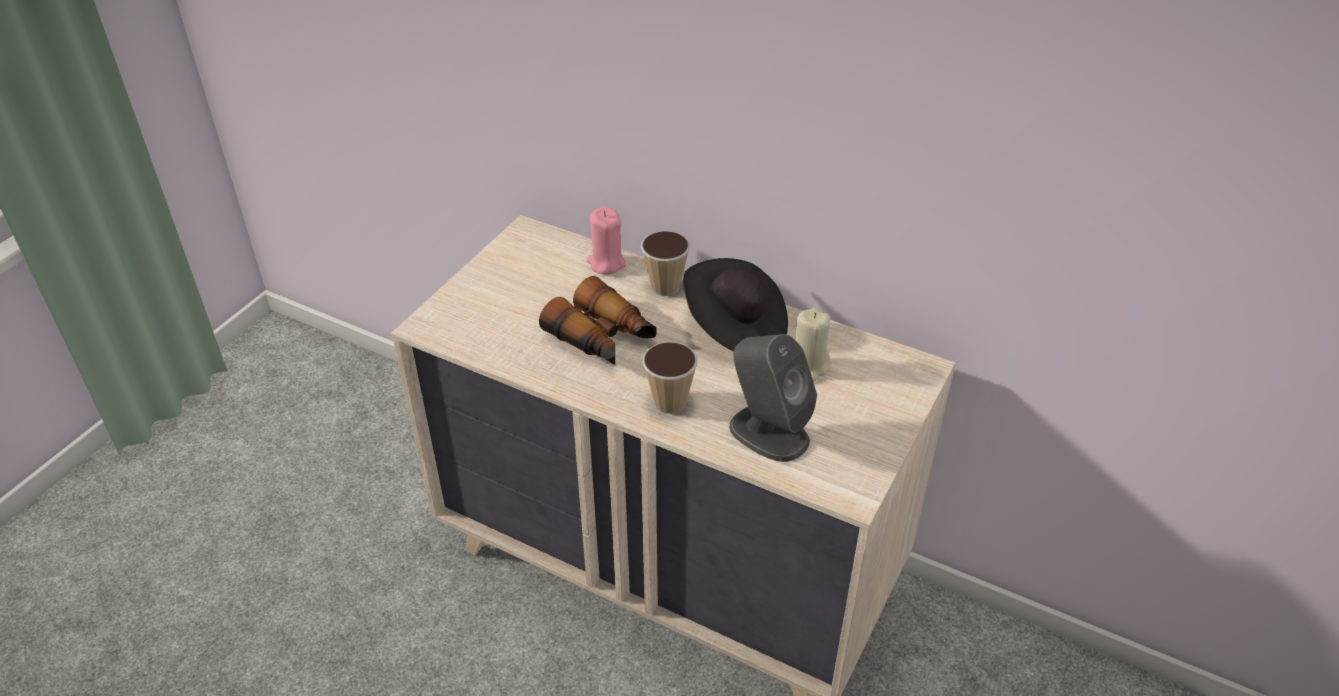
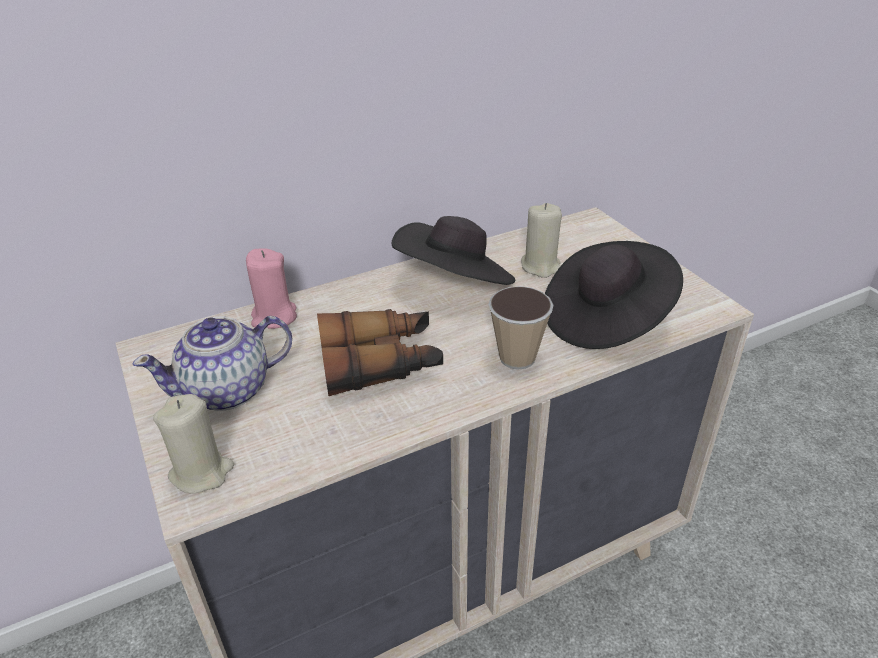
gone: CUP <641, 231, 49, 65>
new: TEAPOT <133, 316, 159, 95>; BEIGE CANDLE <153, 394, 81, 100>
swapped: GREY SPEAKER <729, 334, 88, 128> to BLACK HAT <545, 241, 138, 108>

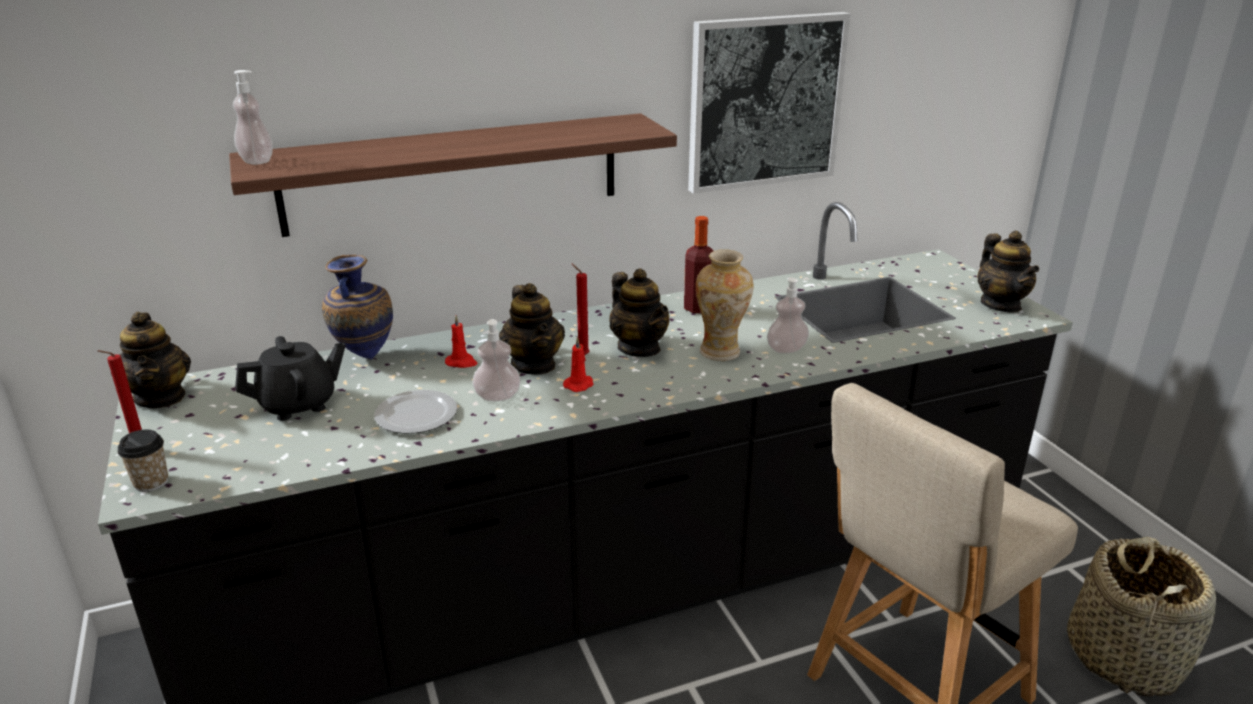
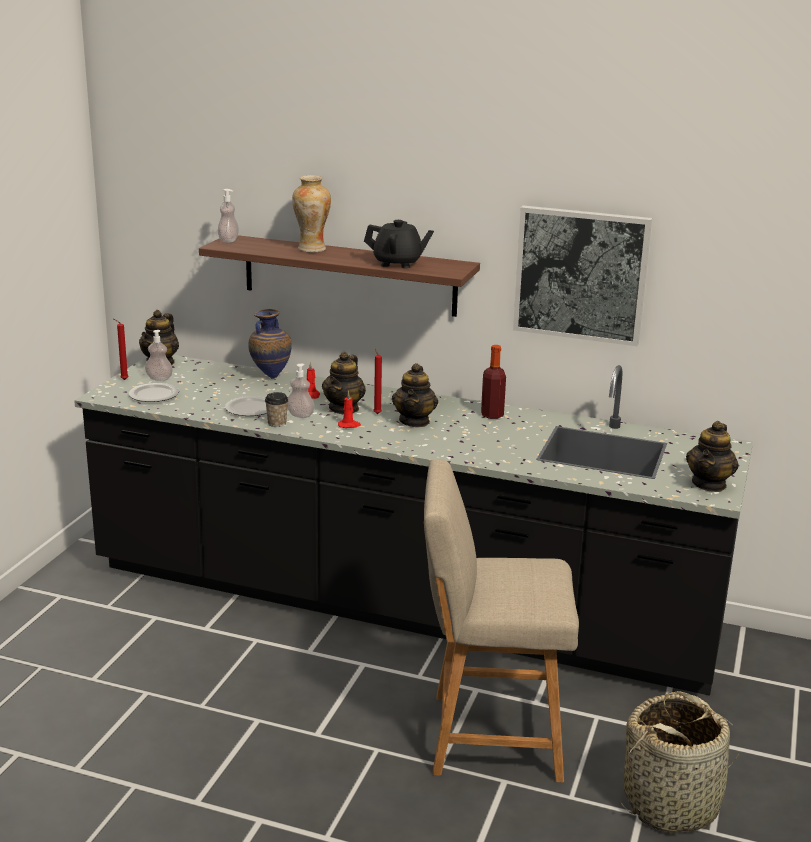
new: PLATE <129, 383, 50, 19>
shifted: CUP <118, 429, 50, 63> to <265, 392, 24, 35>; BLACK TEAPOT <235, 336, 110, 85> to <364, 220, 70, 48>; VASE <696, 249, 57, 112> to <292, 175, 39, 78>; SOAP DISPENSER <767, 277, 42, 76> to <145, 330, 28, 51>

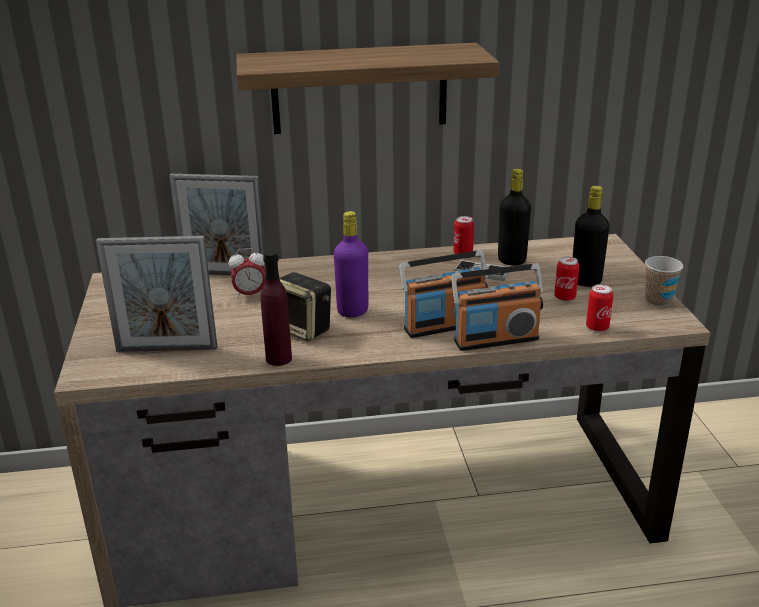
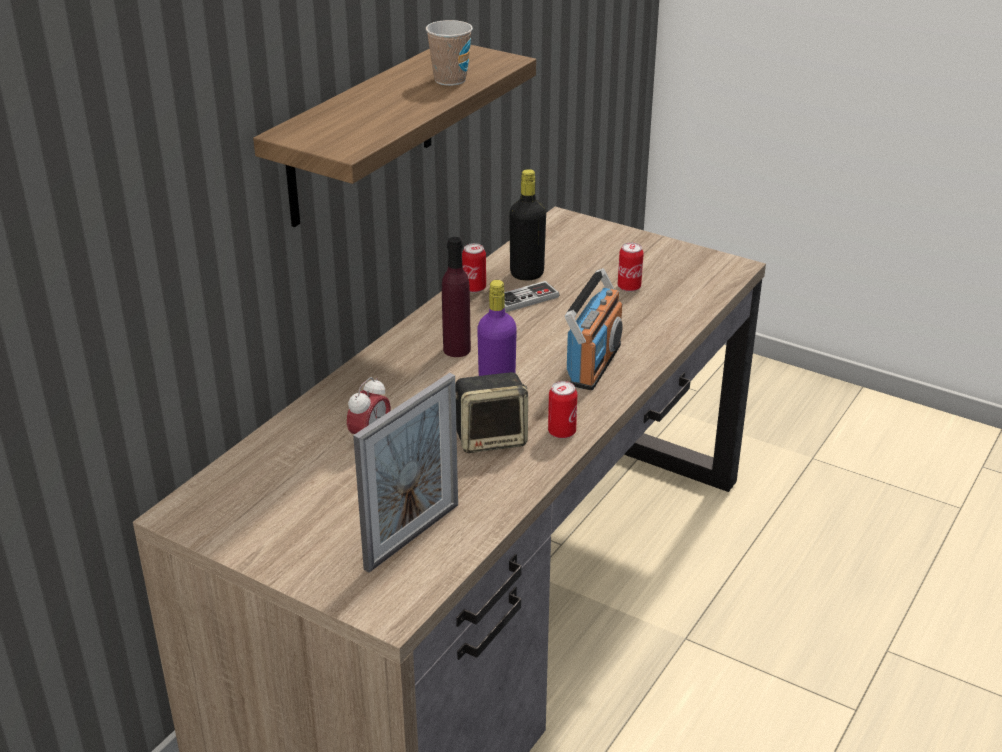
gone: PICTURE FRAME <169, 174, 97, 101>; RADIO <451, 263, 92, 88>; BLACK BOTTLE <573, 186, 37, 101>
shifted: PURPLE BOTTLE <261, 251, 31, 115> to <442, 237, 29, 120>; CAN <586, 284, 27, 48> to <548, 381, 29, 58>; CUP <645, 256, 38, 51> to <426, 20, 47, 66>

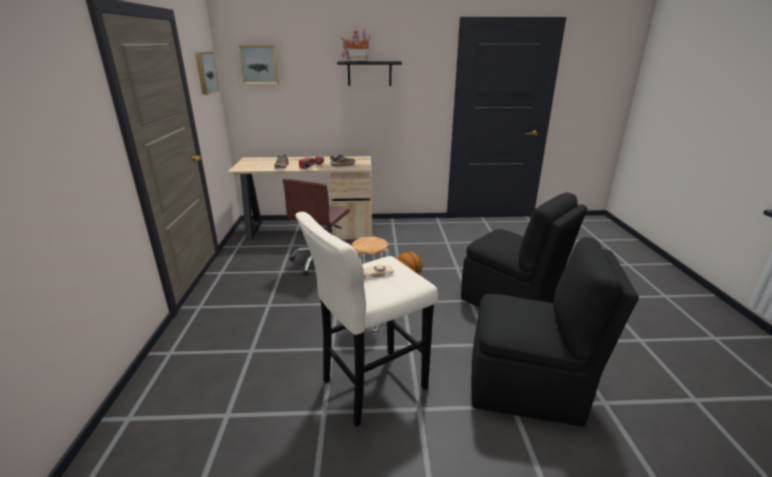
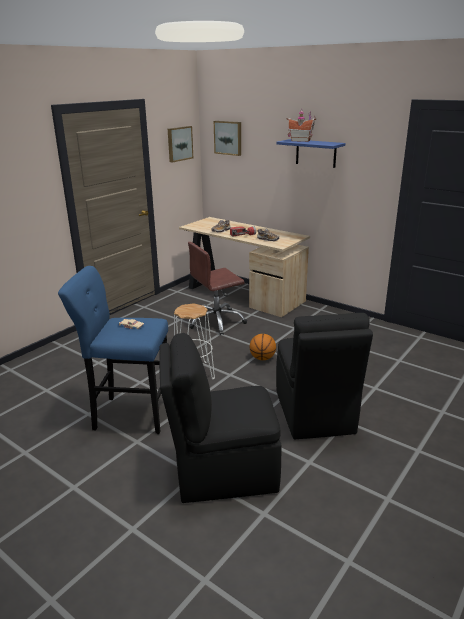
repainted: BEIGE STOOL <295, 212, 143, 215> to BLUE STOOL <58, 266, 110, 168>; BLACK SHELF <337, 61, 65, 25> to BLUE SHELF <276, 139, 70, 29>
rotated: BLACK CHAIR <472, 237, 167, 190> = <159, 333, 122, 170> 120 degrees clockwise

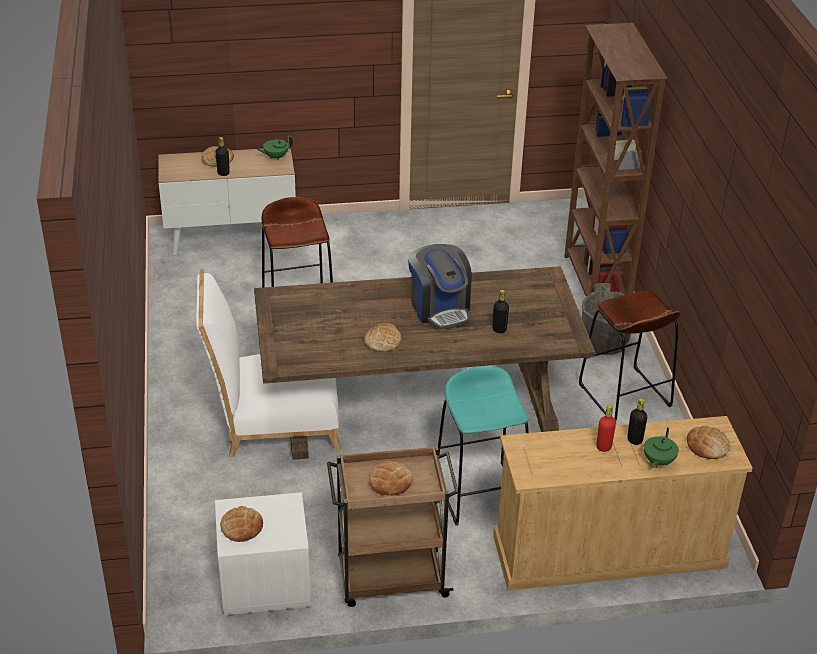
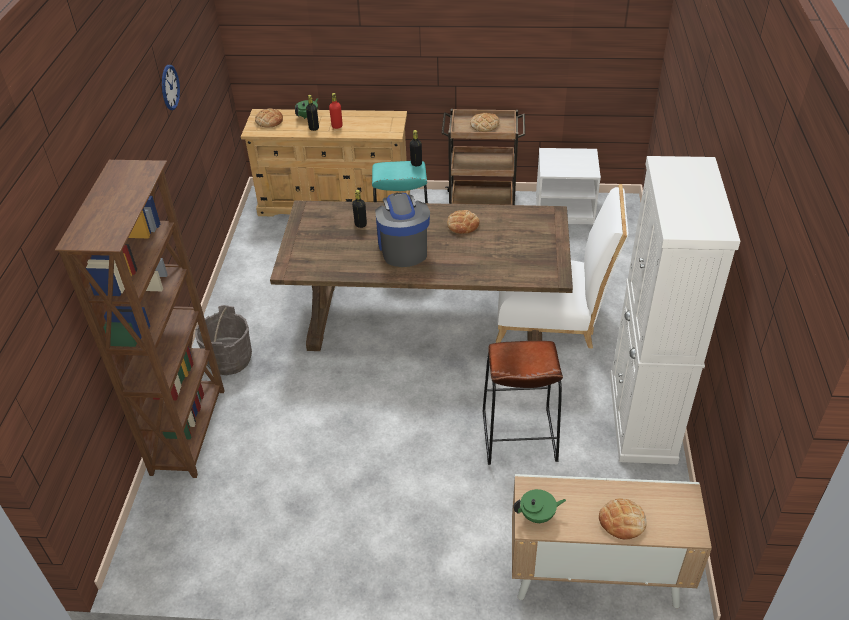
gone: BREAD <220, 506, 43, 36>; BROWN STOOL <579, 290, 102, 131>
new: WALL CLOCK <162, 65, 18, 45>; WHITE CABINET <610, 156, 130, 308>
shifted: BLACK BOTTLE <215, 137, 15, 39> to <410, 130, 12, 36>

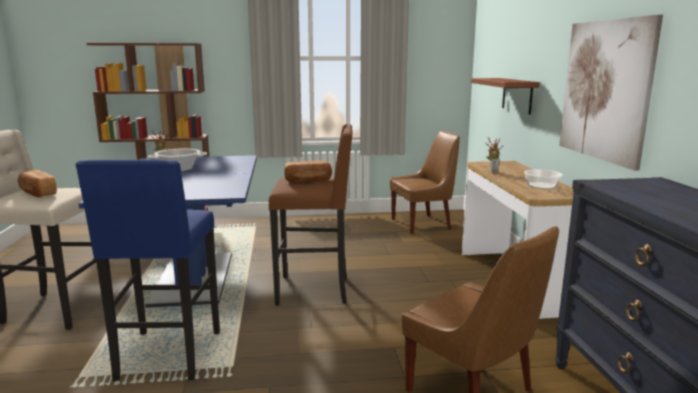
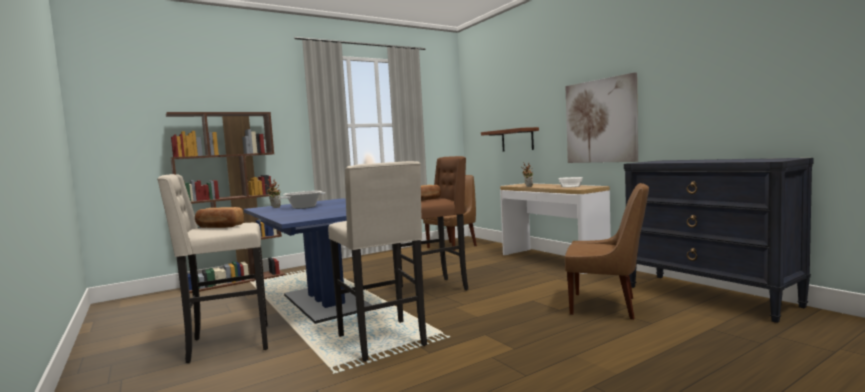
repainted: BLUE STOOL <75, 160, 145, 221> to BEIGE STOOL <328, 161, 99, 201>

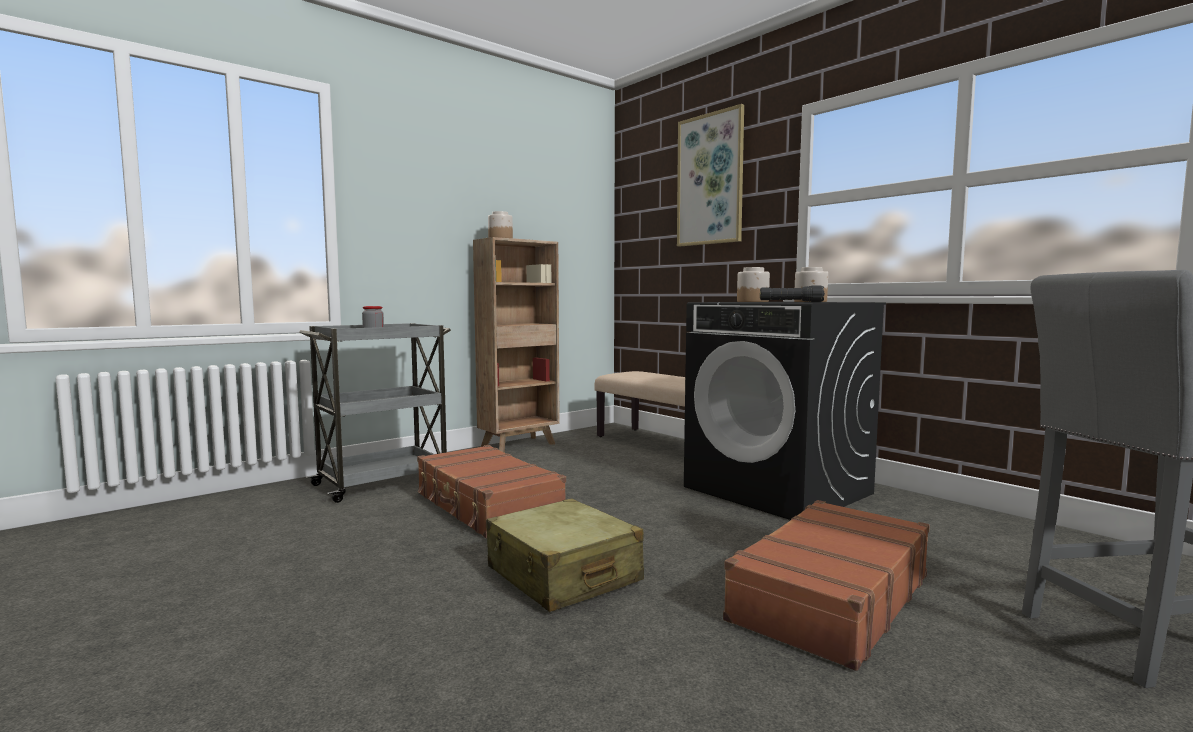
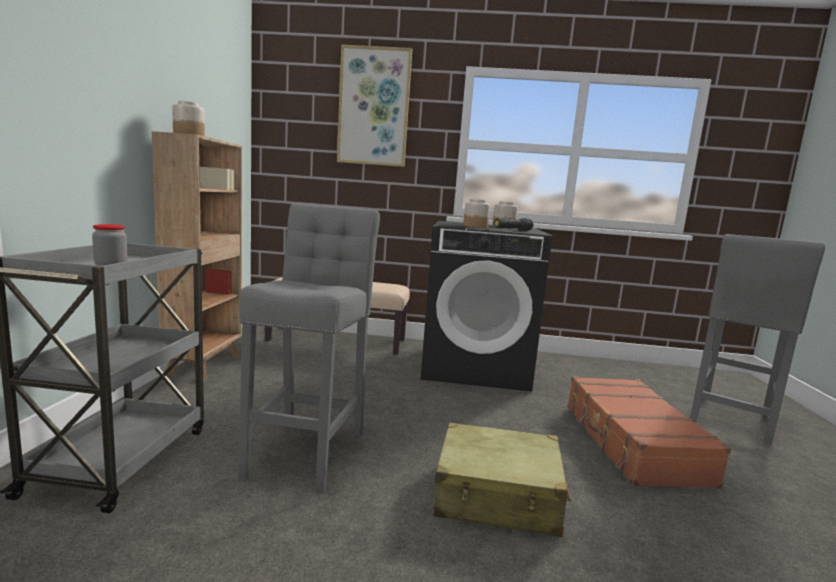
swapped: BROWN SUITCASE <417, 445, 149, 93> to GREY STOOL <238, 204, 142, 290>

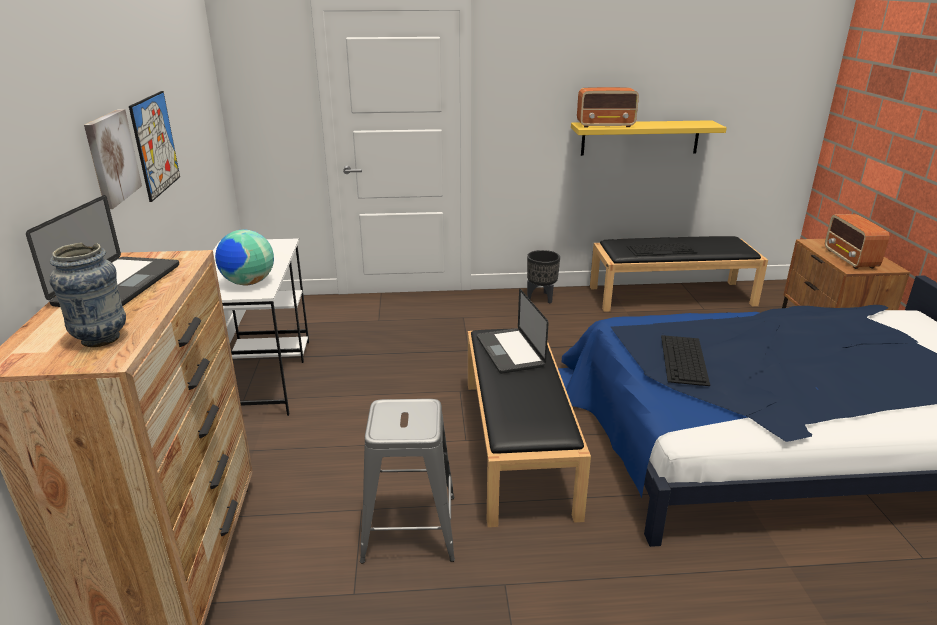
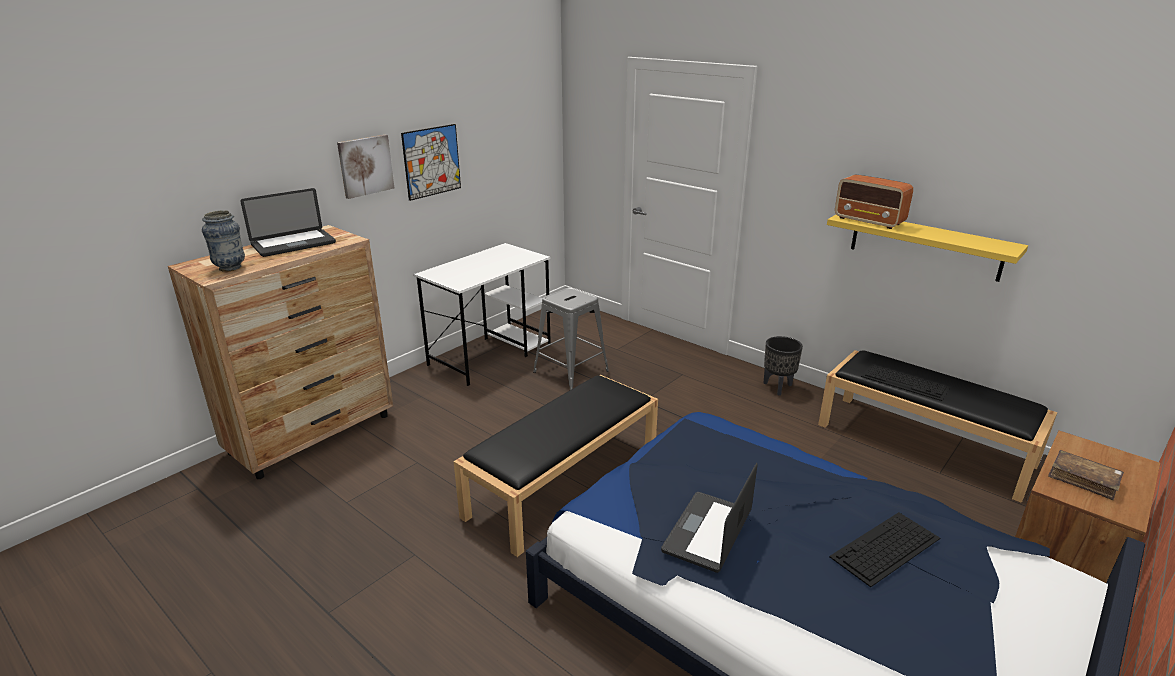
gone: GLOBE <215, 230, 59, 55>
shifted: GREY STOOL <360, 399, 95, 165> to <533, 287, 76, 103>; LAPTOP <477, 289, 72, 85> to <661, 463, 96, 110>; KEYBOARD <661, 335, 49, 51> to <829, 512, 111, 75>
swapped: RADIO <825, 214, 65, 55> to BROWN BOOK <1048, 450, 76, 50>

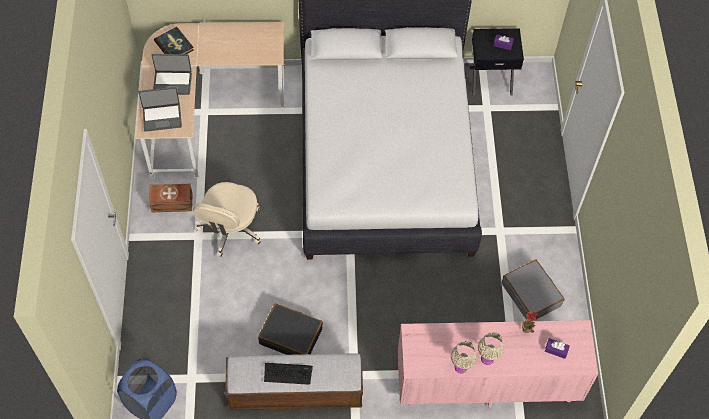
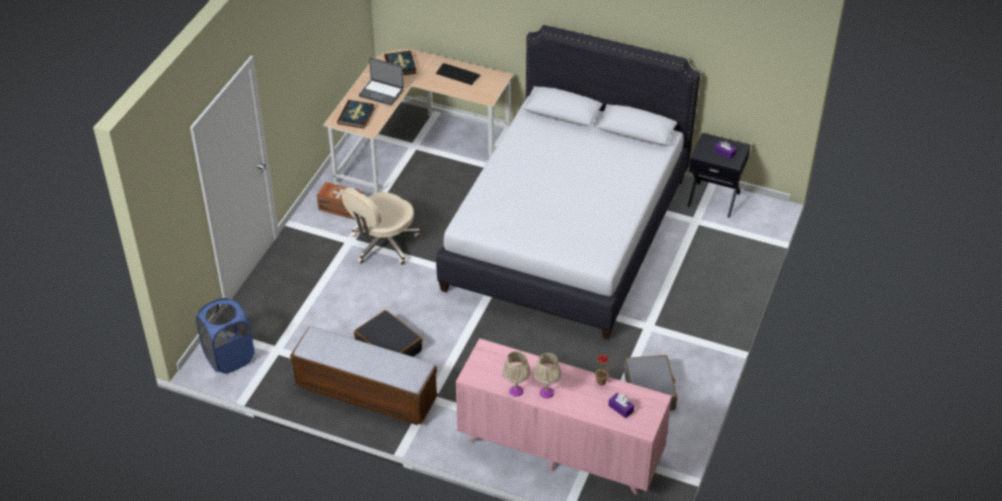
shifted: KEYBOARD <264, 363, 49, 22> to <436, 63, 44, 22>
swapped: LAPTOP <138, 87, 44, 45> to BOOK <337, 100, 37, 29>

